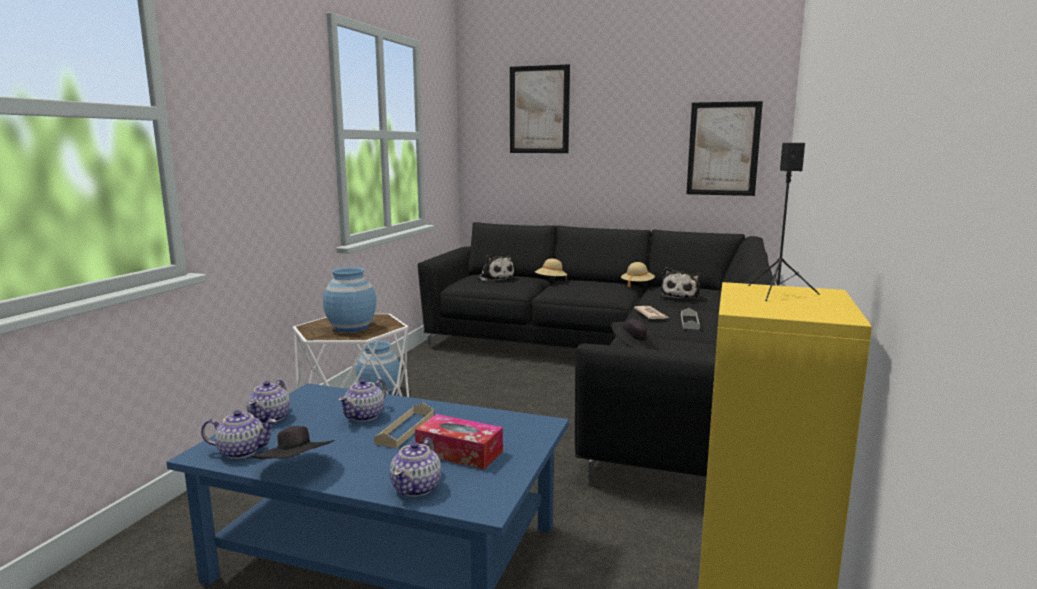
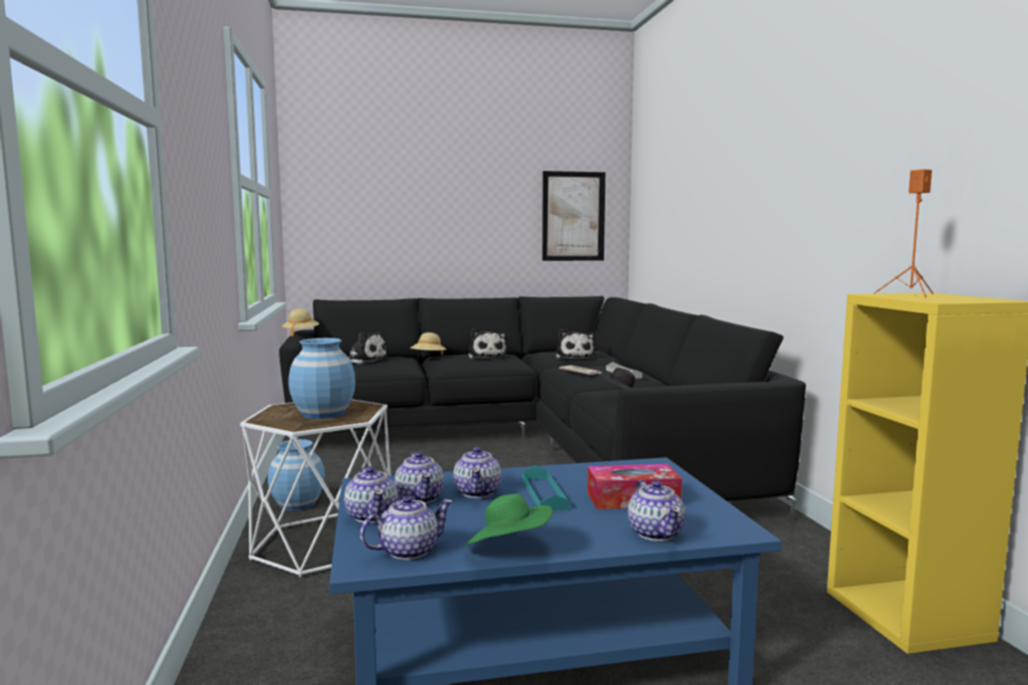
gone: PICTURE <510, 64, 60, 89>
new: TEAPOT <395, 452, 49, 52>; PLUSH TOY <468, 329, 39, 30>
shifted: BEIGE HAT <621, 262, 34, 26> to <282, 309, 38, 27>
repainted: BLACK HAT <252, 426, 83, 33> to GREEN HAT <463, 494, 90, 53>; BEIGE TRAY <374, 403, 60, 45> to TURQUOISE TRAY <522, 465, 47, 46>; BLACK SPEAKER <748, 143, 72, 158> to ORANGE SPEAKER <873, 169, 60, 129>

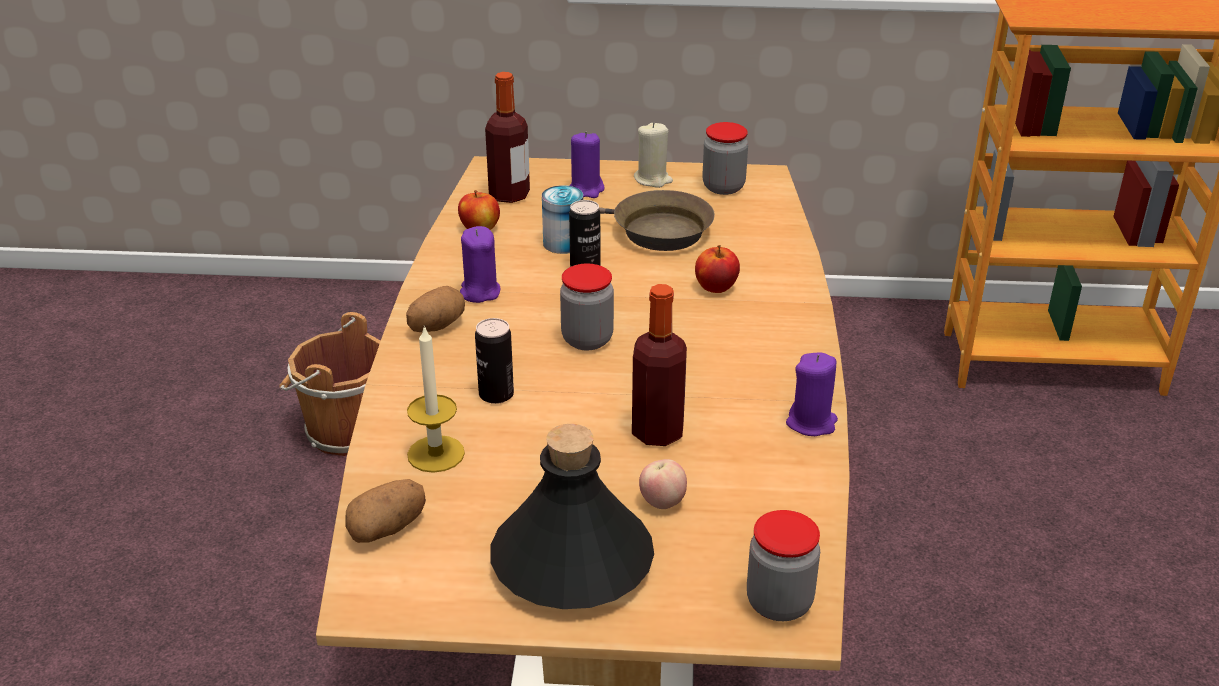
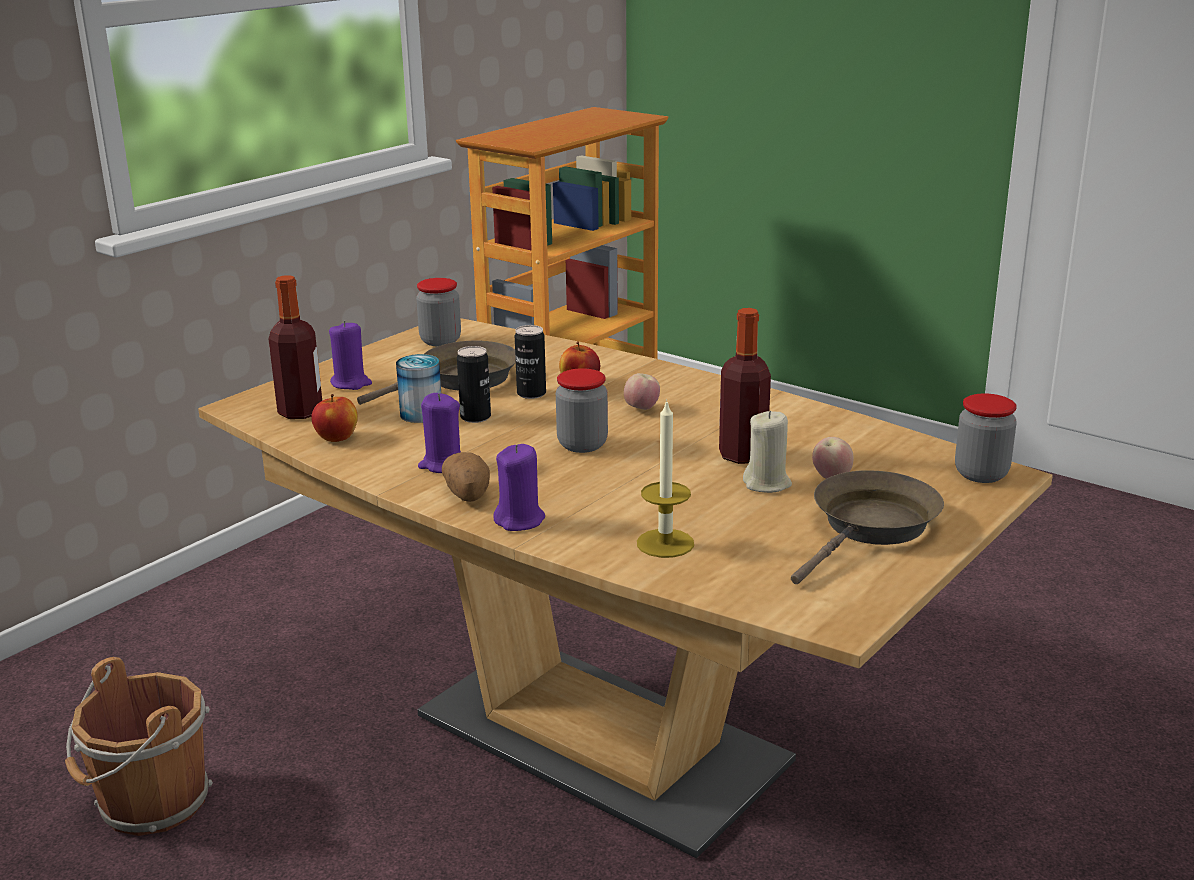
gone: POTATO <346, 479, 80, 64>
new: APPLE <624, 373, 36, 37>
shifted: CAN <475, 318, 39, 86> to <515, 325, 31, 74>; BEIGE CANDLE <634, 122, 39, 66> to <743, 411, 49, 82>; PURPLE CANDLE <786, 353, 52, 83> to <493, 444, 52, 87>
swapped: BLACK BOTTLE <490, 424, 164, 185> to BROWN FRYING PAN <791, 470, 153, 114>

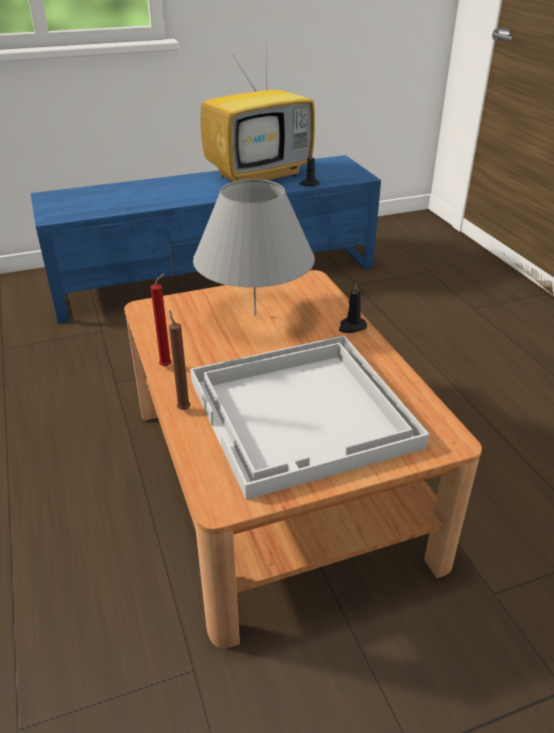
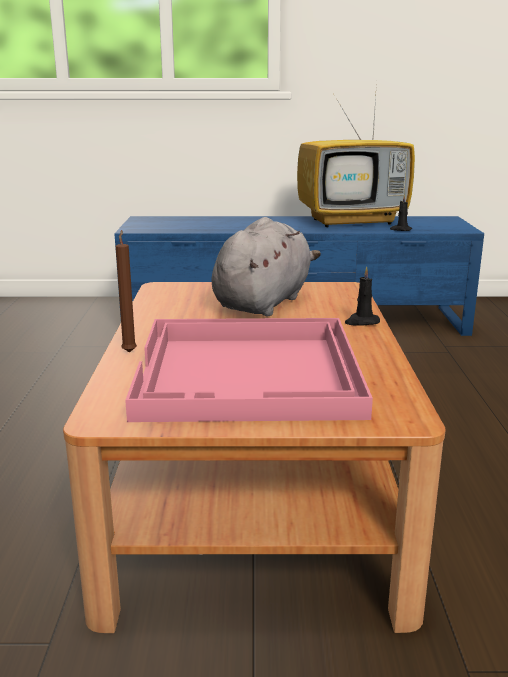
gone: RED CANDLE <151, 273, 21, 94>
swapped: GREY TABLE LAMP <193, 179, 122, 137> to GREY PLUSH TOY <211, 217, 110, 99>
repainted: WHITE TRAY <190, 336, 239, 164> to PINK TRAY <125, 318, 248, 104>

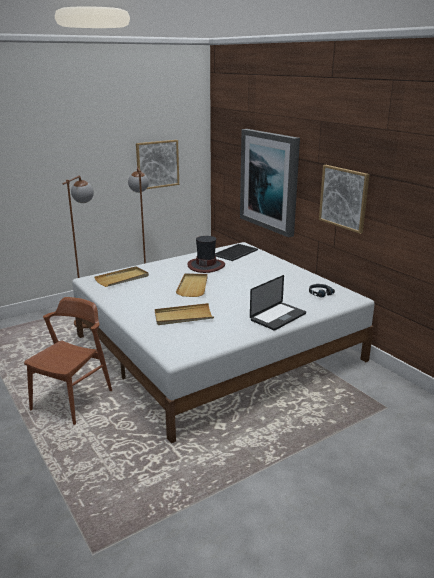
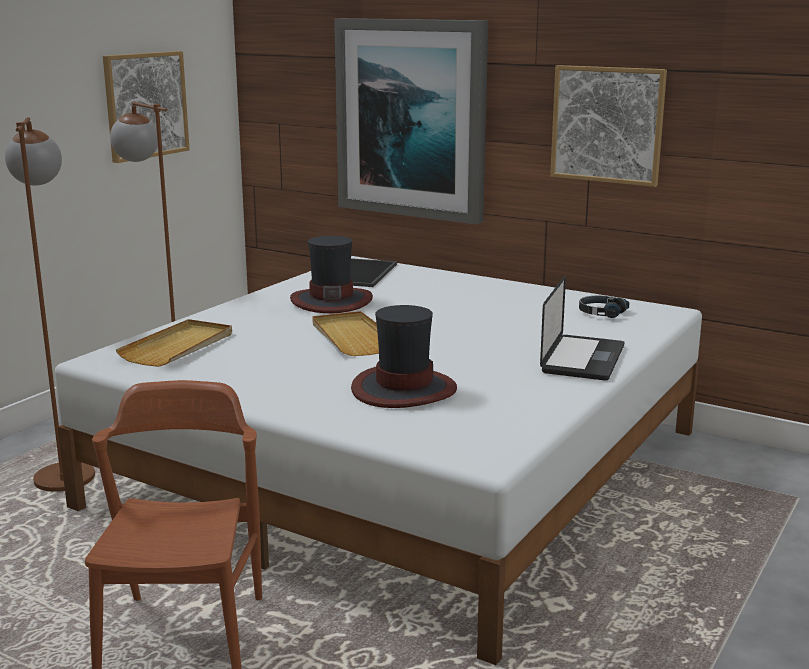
swapped: BEIGE TRAY <155, 303, 59, 22> to HAT <351, 305, 106, 103>

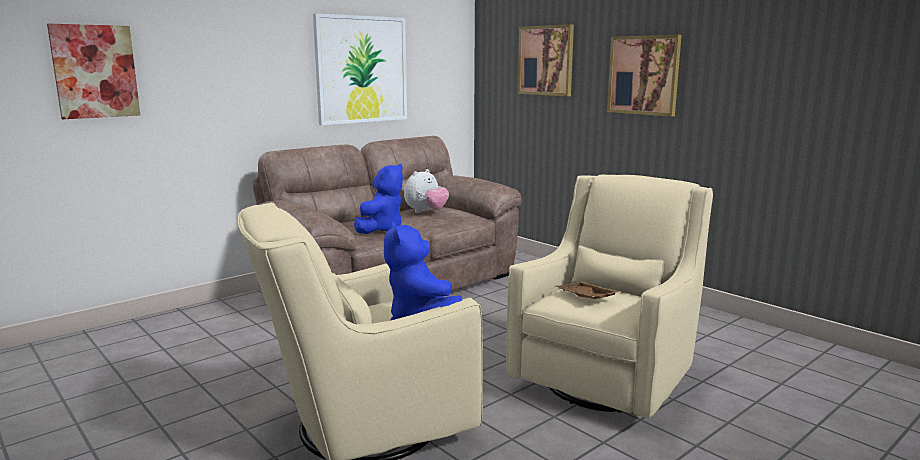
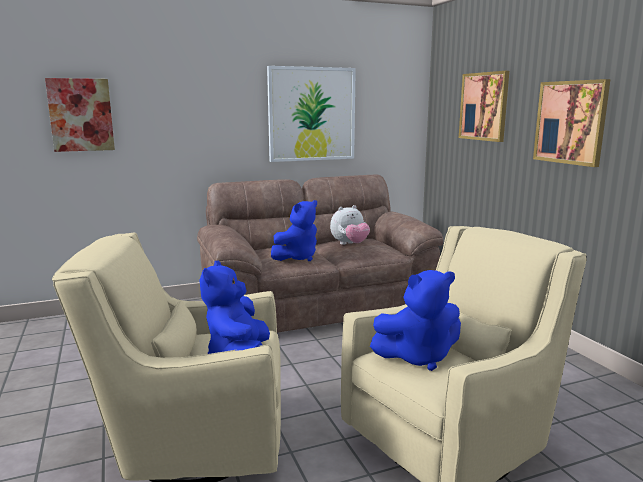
swapped: BROWN TRAY <555, 282, 66, 17> to BLUE PLUSH TOY <370, 270, 91, 101>

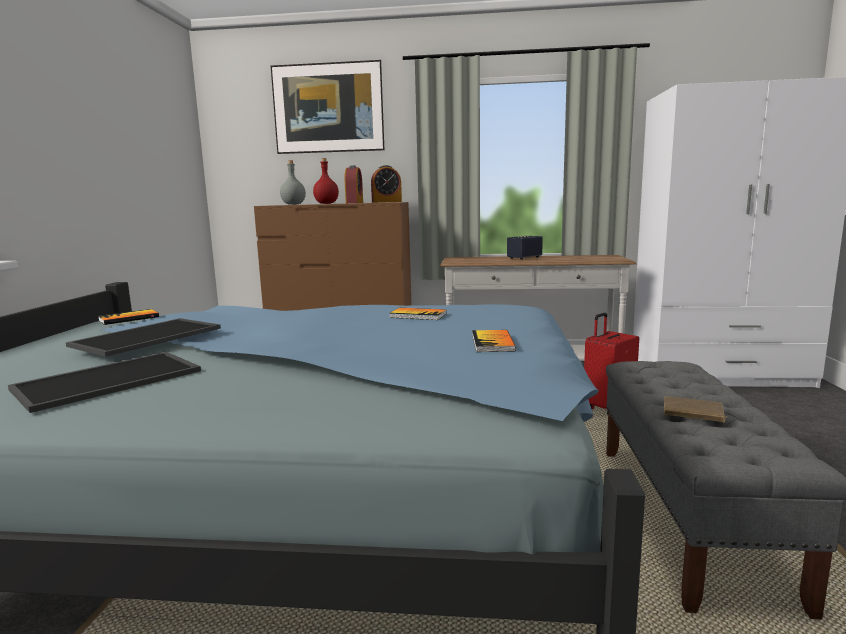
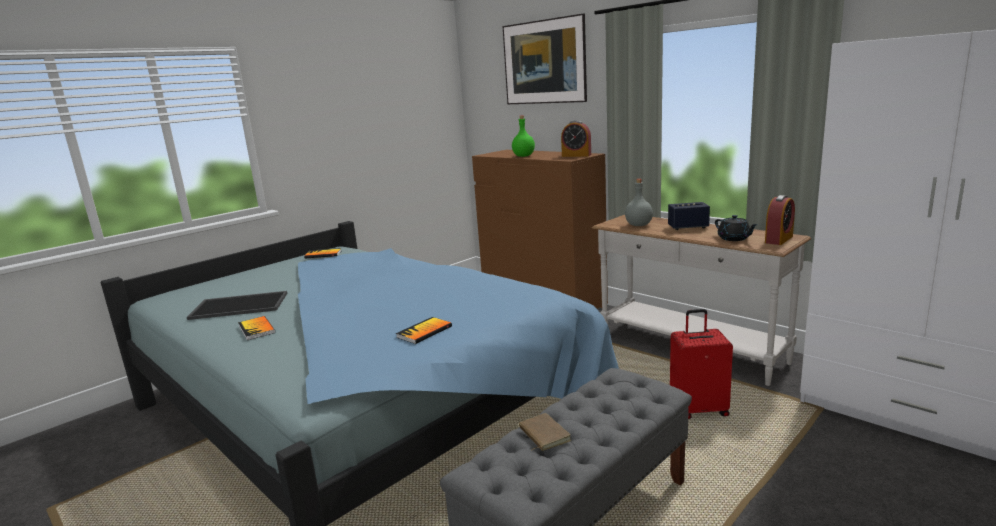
gone: TRAY <66, 318, 155, 39>
new: BLACK TEAPOT <715, 215, 43, 26>
shifted: GREY BOTTLE <280, 160, 26, 45> to <625, 179, 28, 47>; ALARM CLOCK <344, 165, 19, 38> to <765, 195, 30, 50>; BOOK <389, 308, 58, 12> to <238, 316, 37, 24>
repainted: RED BOTTLE <313, 158, 26, 46> to GREEN BOTTLE <512, 115, 23, 42>

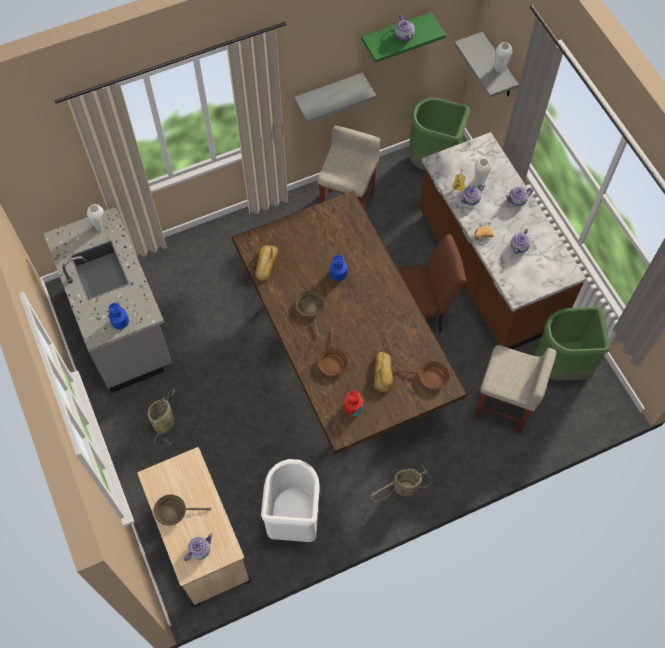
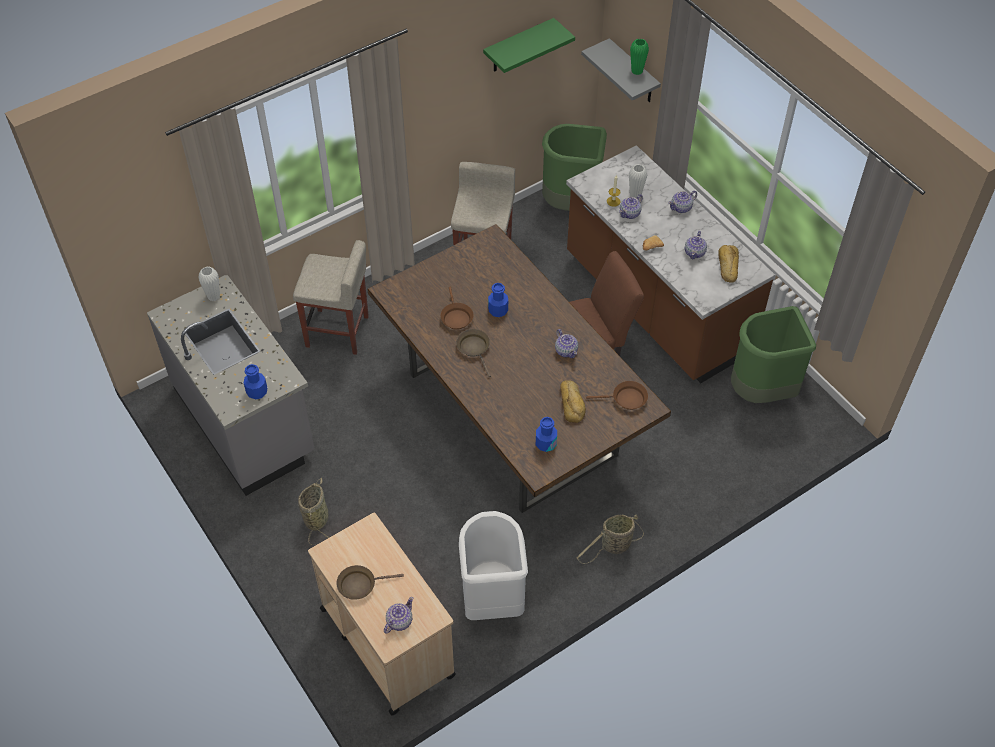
gone: GREY SHELF <294, 73, 82, 50>
shifted: BREAD <255, 245, 23, 36> to <718, 245, 21, 38>; BROWN FRYING PAN <318, 329, 30, 46> to <440, 287, 33, 43>; TEAPOT <395, 15, 20, 27> to <555, 329, 23, 29>; BEIGE STOOL <474, 345, 82, 88> to <293, 240, 76, 115>
repainted: RED BOTTLE <344, 390, 19, 26> to BLUE BOTTLE <536, 417, 21, 35>; WHITE VASE <495, 42, 17, 31> to GREEN VASE <630, 38, 19, 37>

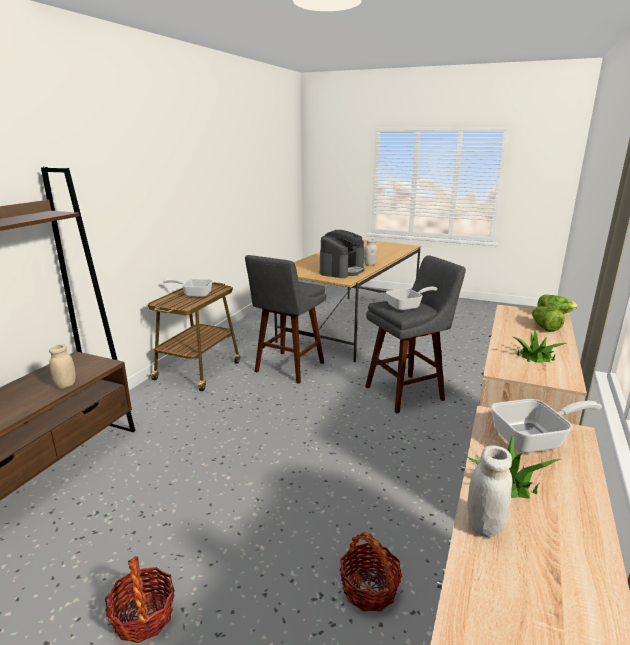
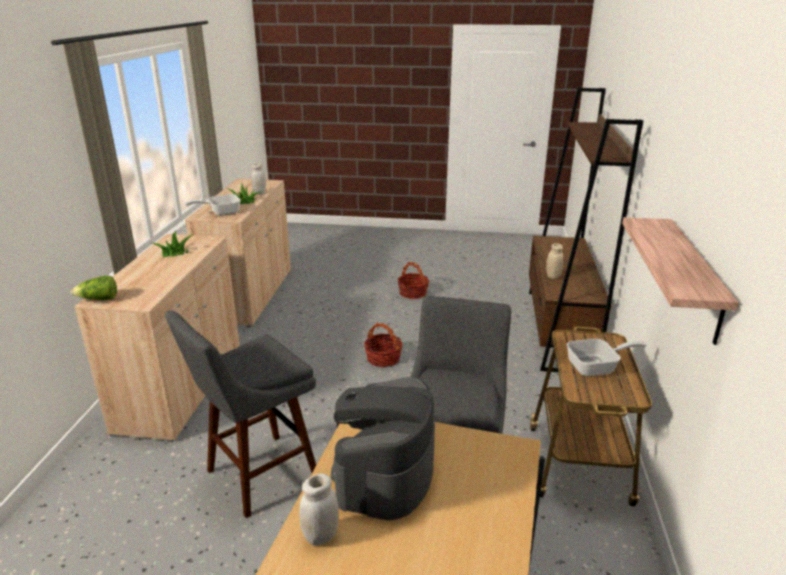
gone: FRYING PAN <386, 287, 52, 24>; LETTUCE <532, 306, 33, 26>
new: SHELF <622, 217, 117, 128>
shifted: BASKET <340, 532, 62, 79> to <364, 323, 39, 44>

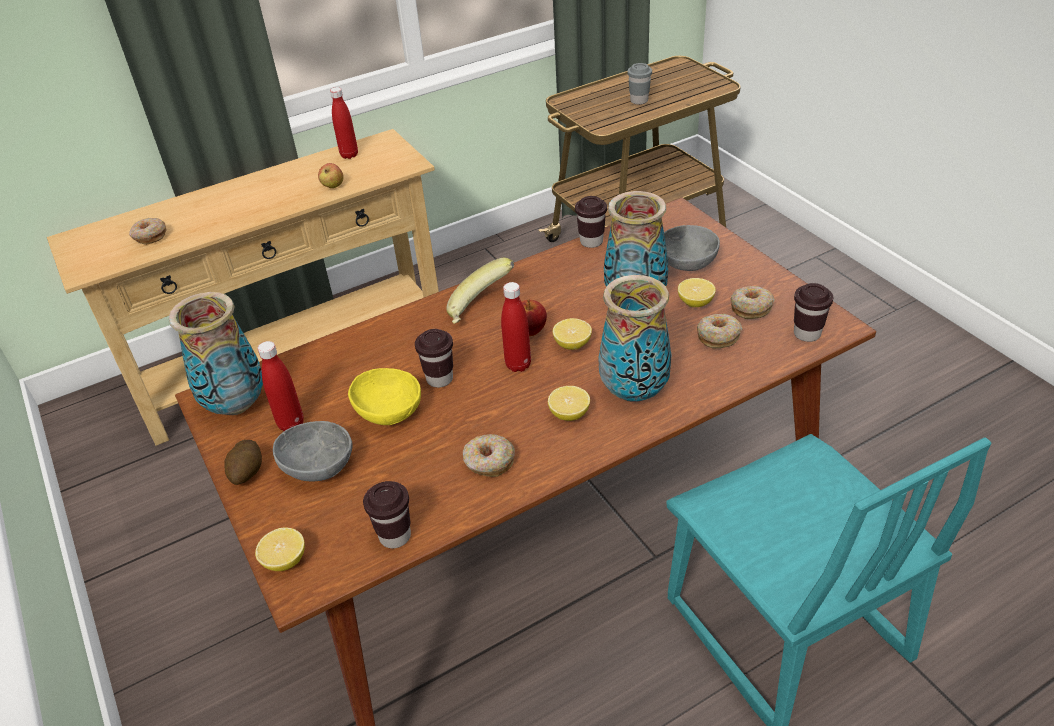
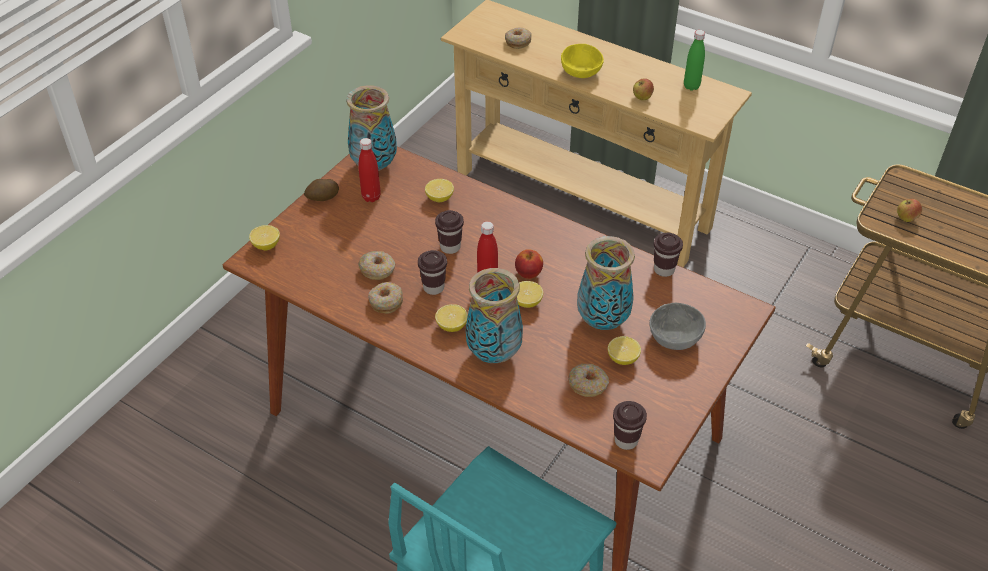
gone: GREY BOWL <273, 421, 80, 60>; BANANA <446, 258, 68, 66>; GREY CUP <627, 63, 25, 42>
new: LEMON <425, 179, 29, 23>; APPLE <897, 199, 25, 23>
shifted: YELLOW BOWL <348, 368, 73, 57> to <561, 44, 43, 34>; BROWN CUP <363, 481, 48, 67> to <418, 250, 29, 45>; DONUT <731, 286, 44, 33> to <358, 251, 37, 29>
repainted: RED BOTTLE <330, 87, 28, 72> to GREEN BOTTLE <684, 30, 21, 61>

